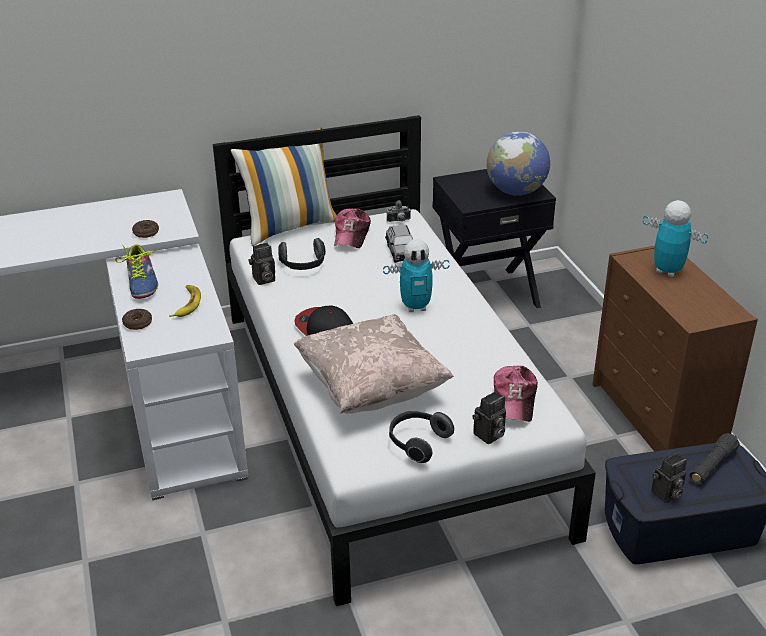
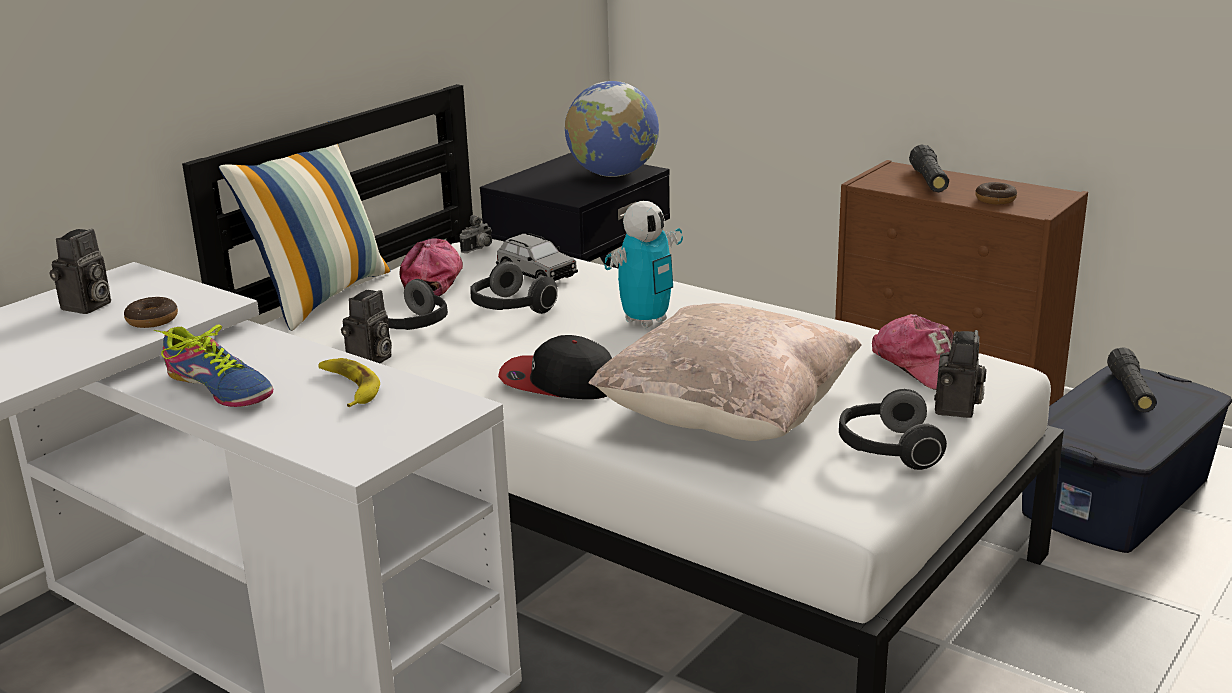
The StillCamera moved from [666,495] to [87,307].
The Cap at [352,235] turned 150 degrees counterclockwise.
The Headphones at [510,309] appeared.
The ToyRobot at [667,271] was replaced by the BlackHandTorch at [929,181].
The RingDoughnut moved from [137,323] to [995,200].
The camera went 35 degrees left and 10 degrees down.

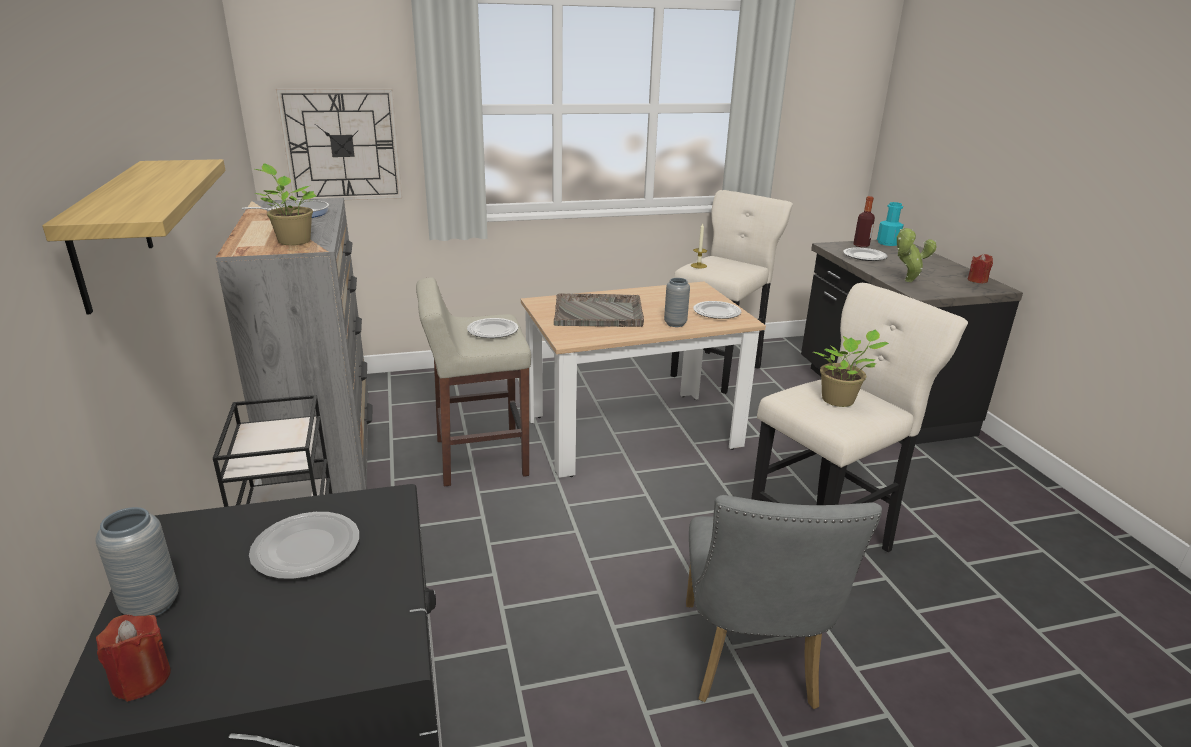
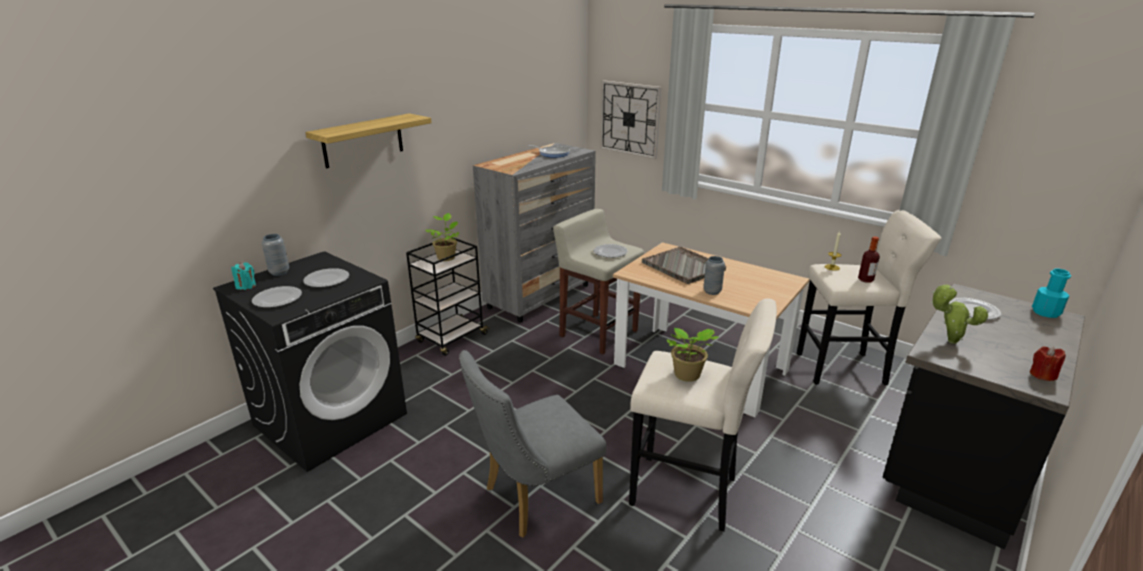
The RedWaxCandle at [141,679] became the BlueGreenWaxCandle at [246,286].
The FlatDish moved from [716,312] to [277,299].
The PlantInAPot moved from [292,241] to [446,257].
The DrinkBottle moved from [861,245] to [865,280].
The camera went 55 degrees right and 0 degrees up.

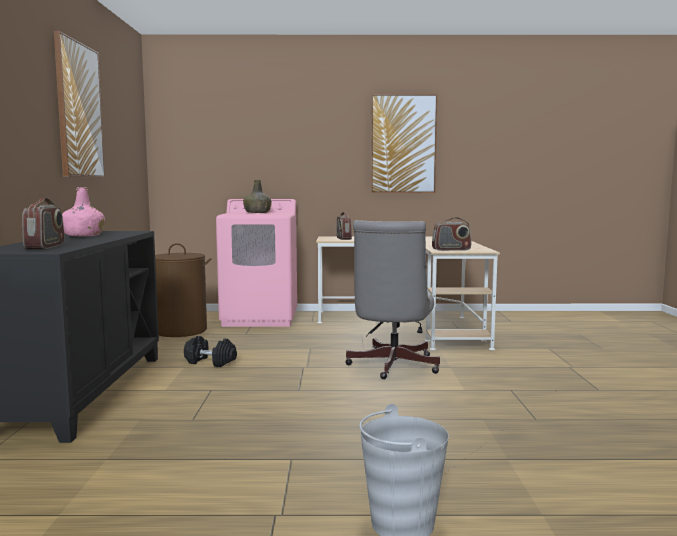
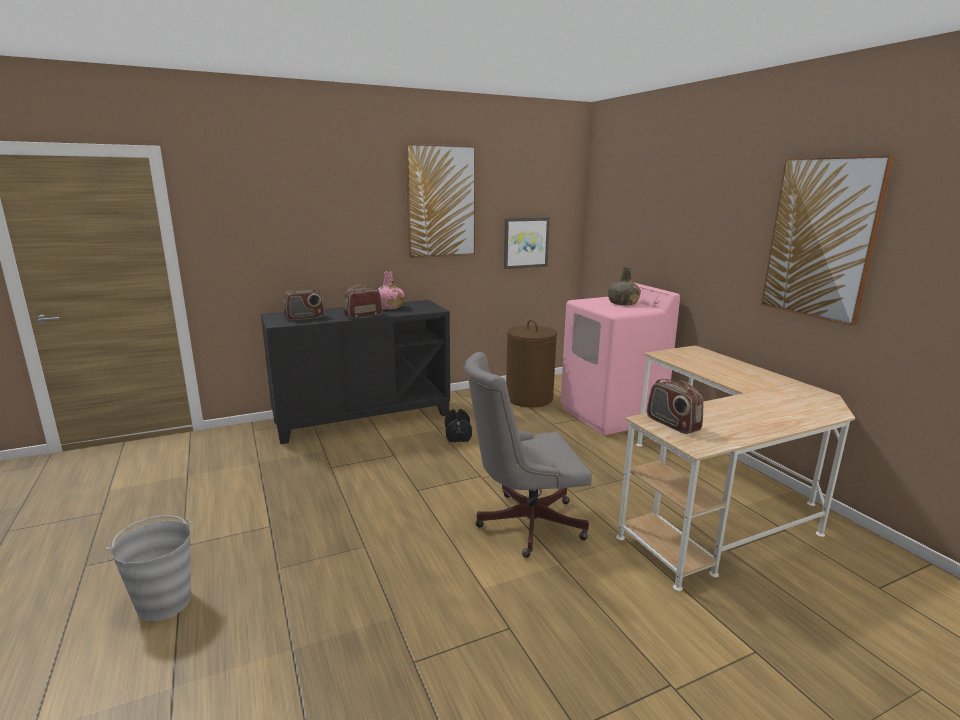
The RadioSet moved from [343,238] to [363,316].
The Picture at [525,242] appeared.
The camera went 65 degrees right and 10 degrees up.

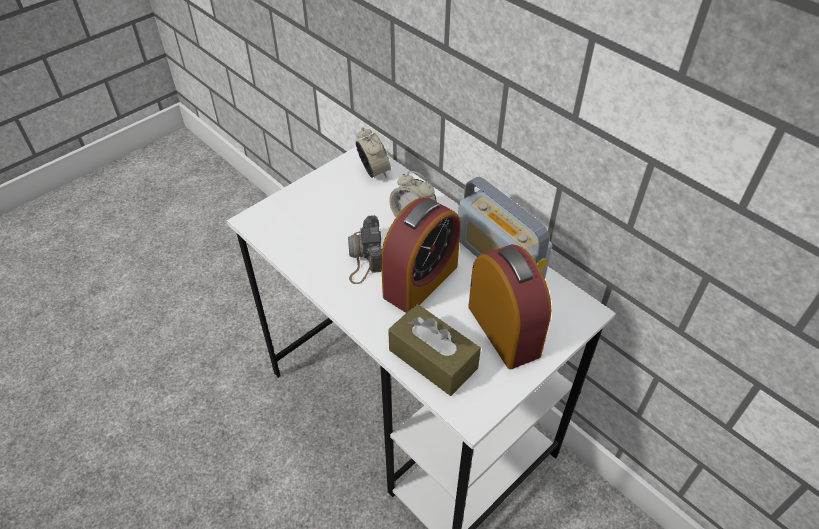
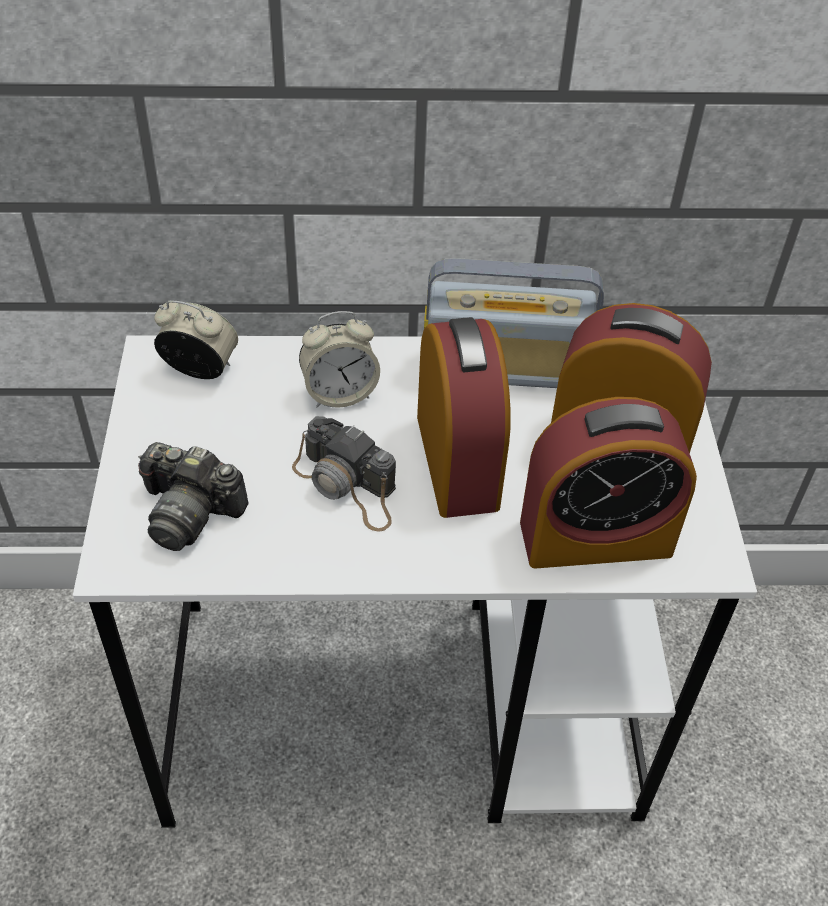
The StillCamera at [189,512] appeared.
The BrownishTissueHolder at [433,359] was replaced by the BedsideClock at [595,537].
The camera went 50 degrees left and 0 degrees up.

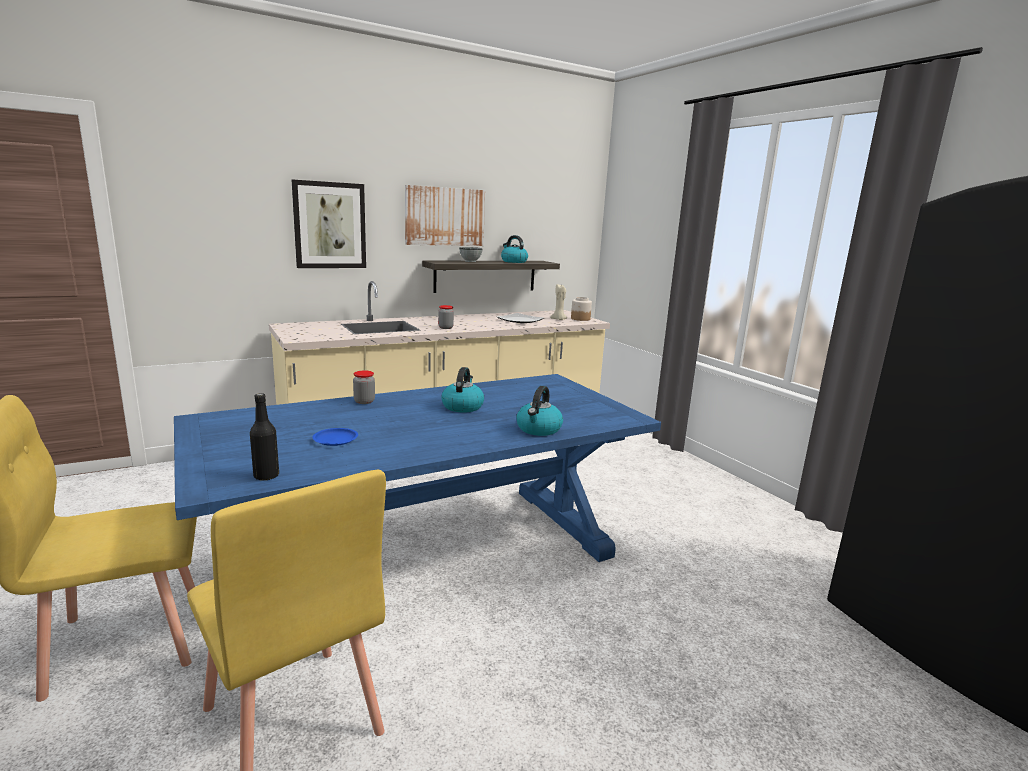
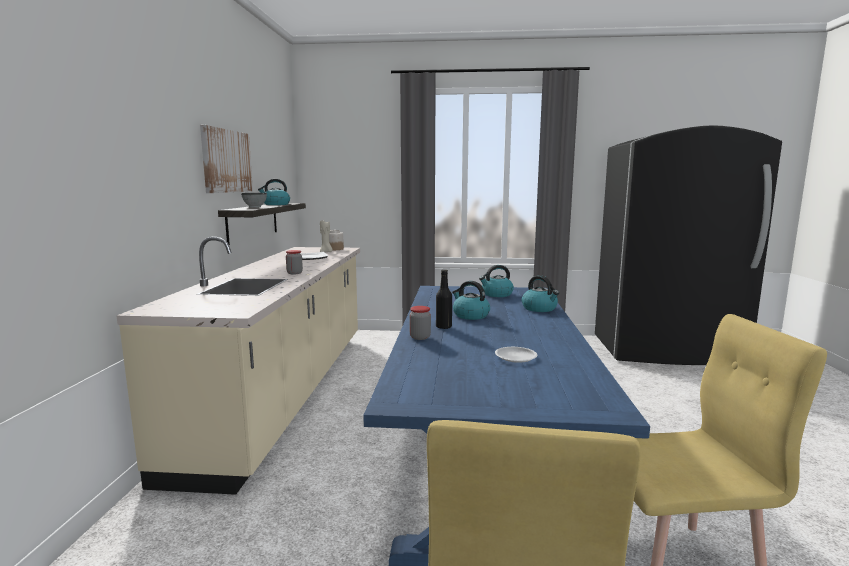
The BlackDrinkBottle moved from [266,476] to [443,327].
The TeaKettle at [496,294] appeared.
The BluishFlatDish at [336,439] became the WhiteFlatDish at [516,357].
The Picture at [329,225] disappeared.
The camera went 55 degrees left and 5 degrees down.

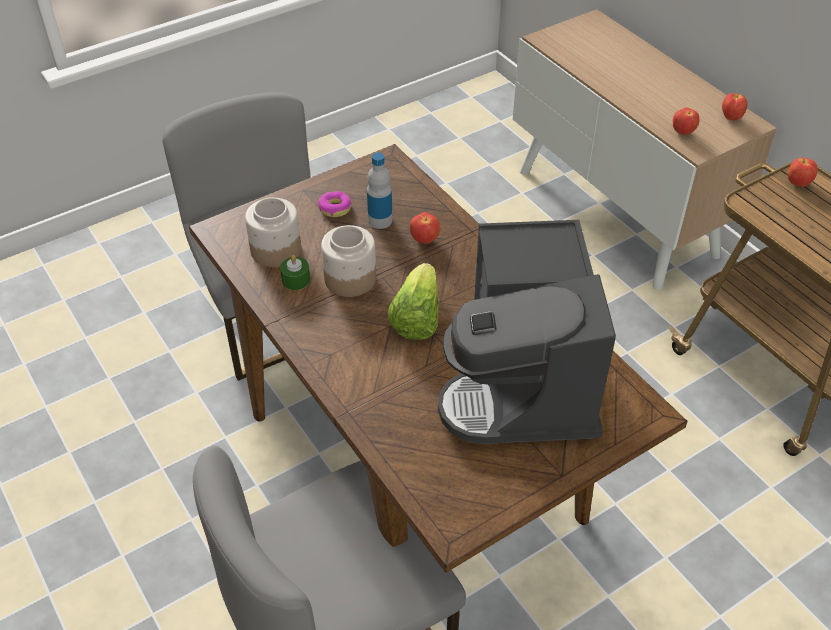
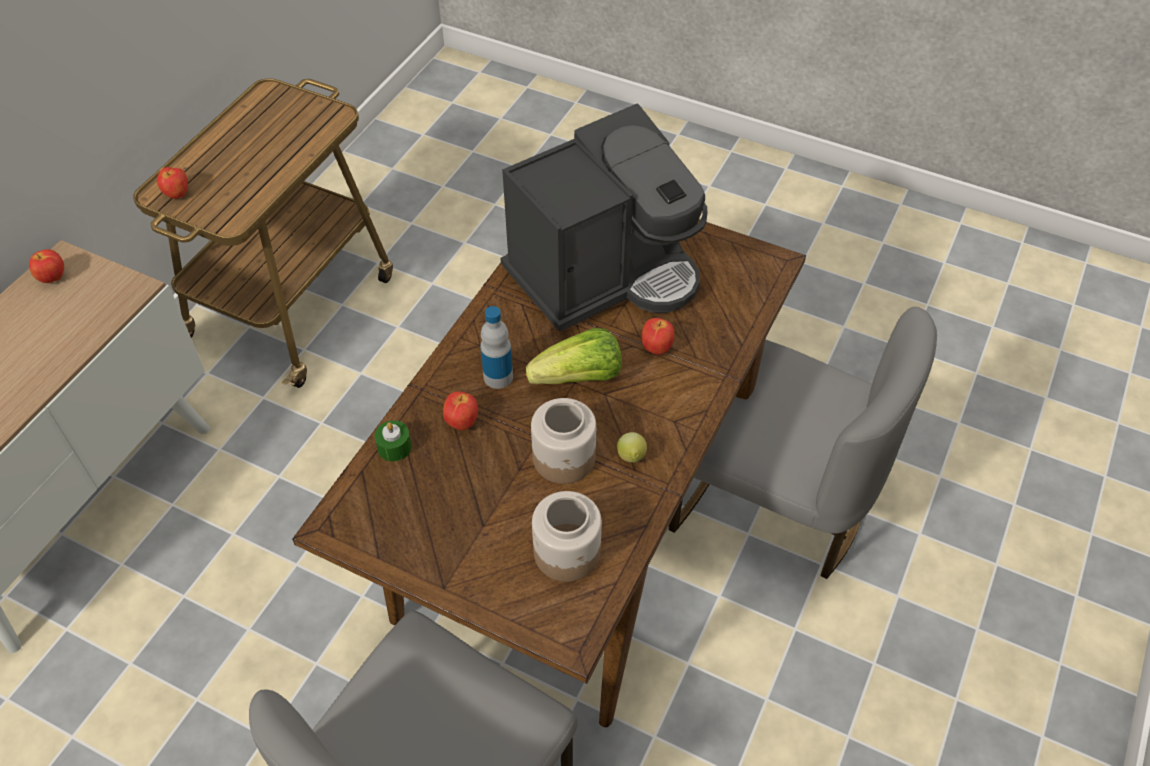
The GreenWaxCandle moved from [296,280] to [394,447].
The DrinkBottle moved from [380,220] to [498,377].
The Lemon at [631,458] appeared.
The Apple moved from [683,132] to [656,348].
The RingDoughnut at [335,208] disappeared.
The camera went 120 degrees left and 5 degrees up.

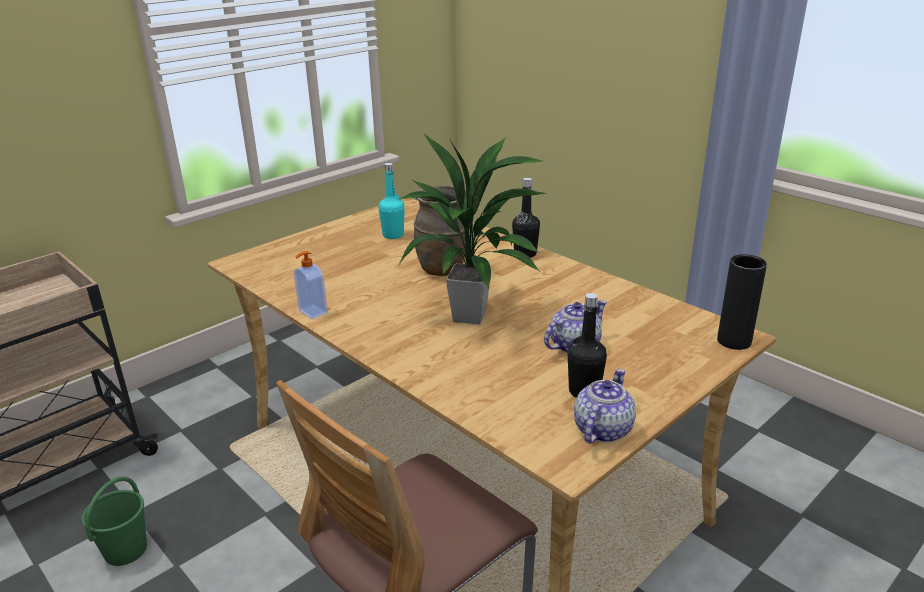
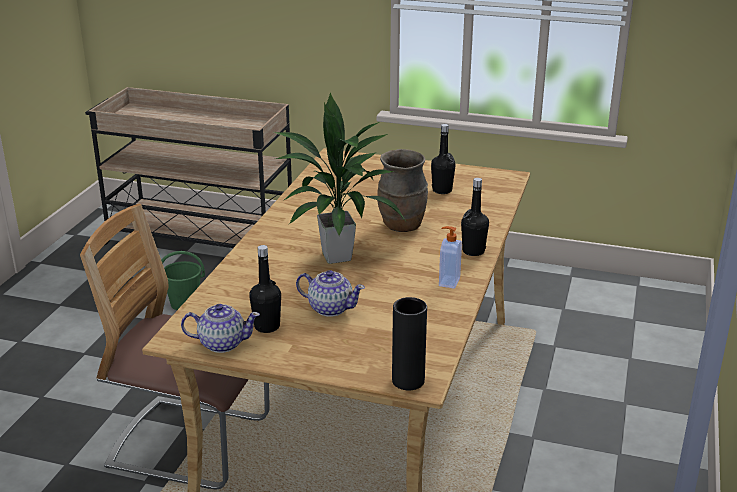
The BlueGreenDrinkBottle at [393,235] became the BlackDrinkBottle at [442,190].
The SoapDispenser moved from [312,312] to [448,282].
The camera went 60 degrees right and 0 degrees up.

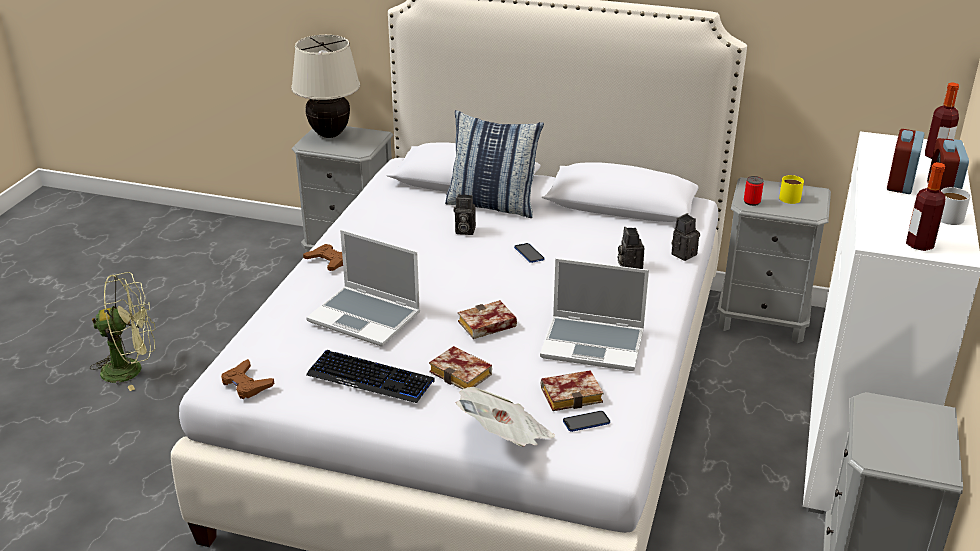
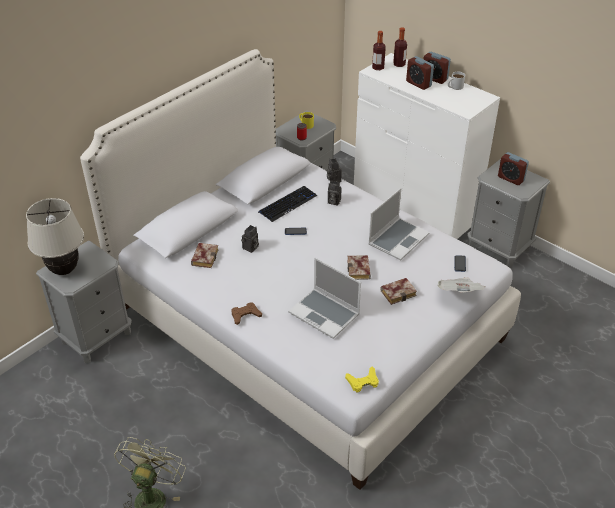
The BoundBook moved from [573,394] to [204,257].
The PcKeyboard moved from [370,378] to [288,204].
The Laptop at [366,317] turned 75 degrees clockwise.
The BrownishJoypad at [246,384] became the YellowishJoypad at [363,382].
The DrinkBottle moved from [919,244] to [378,68].
The BedsideClock at [511,178] appeared.
The ThrowPillow at [492,205] disappeared.
The camera went 65 degrees left and 10 degrees up.

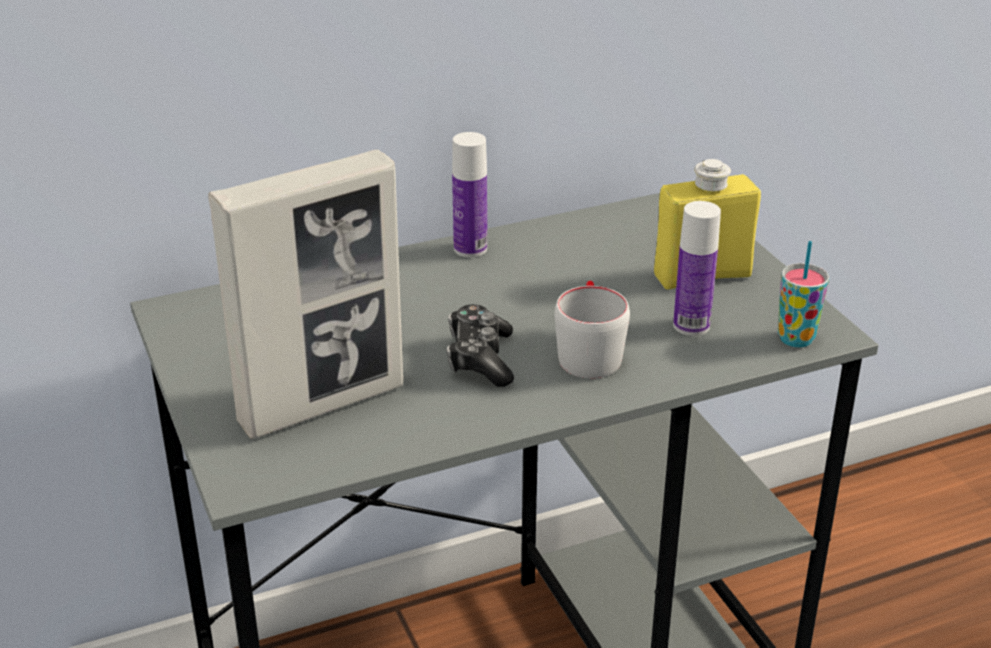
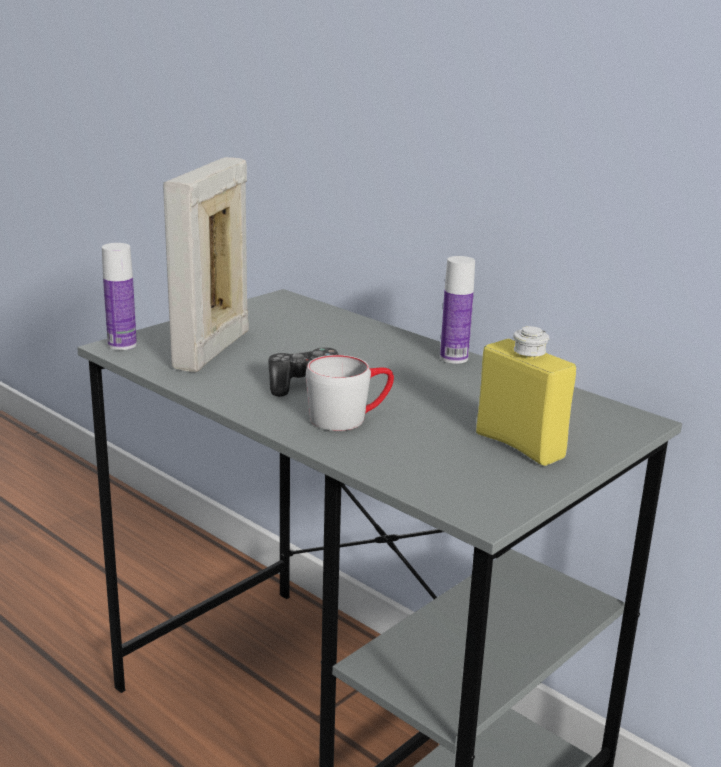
The DrinkBottle moved from [691,326] to [122,345].
The StandingFrame at [322,404] turned 75 degrees clockwise.
The DrinkingCup at [796,339] disappeared.
The camera went 65 degrees right and 10 degrees down.

